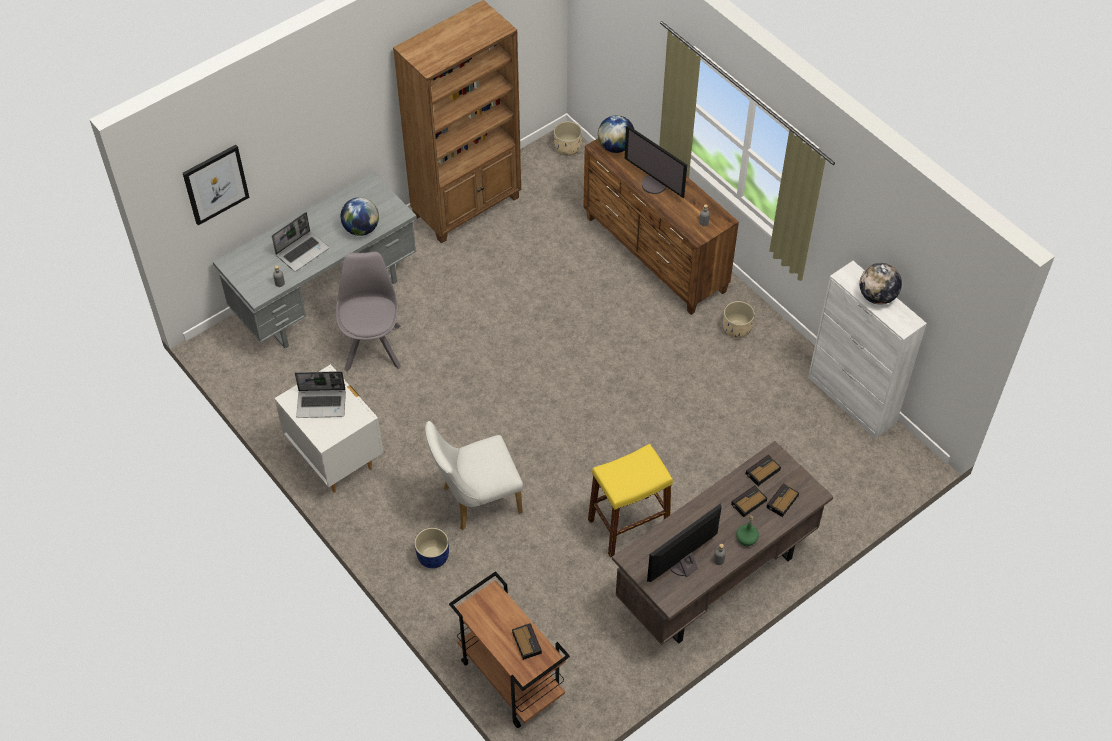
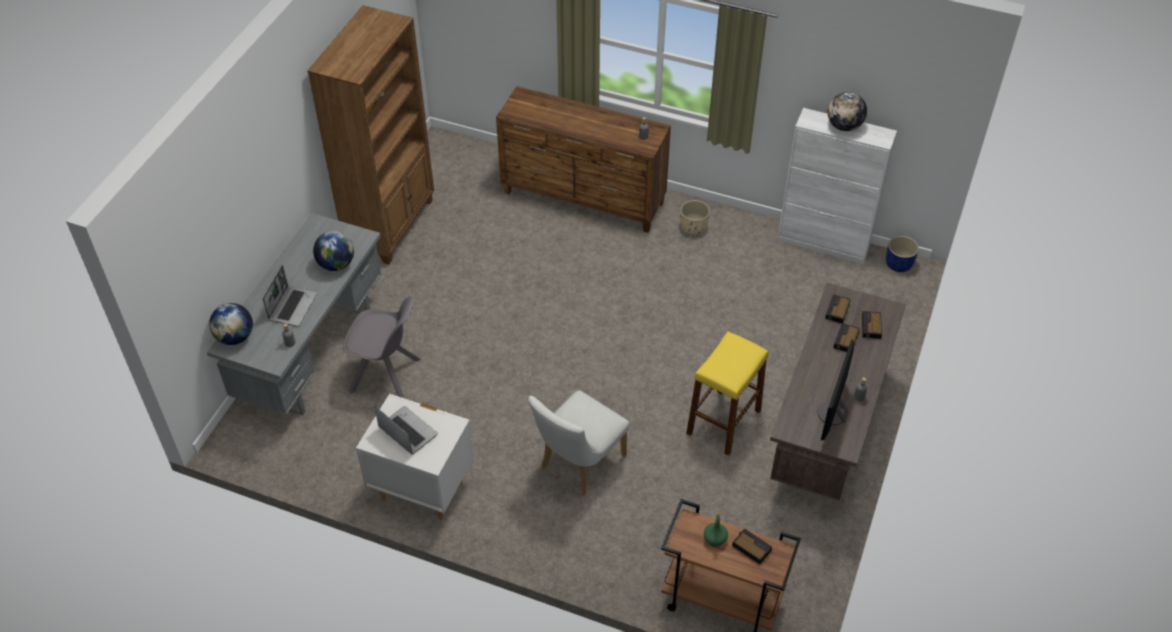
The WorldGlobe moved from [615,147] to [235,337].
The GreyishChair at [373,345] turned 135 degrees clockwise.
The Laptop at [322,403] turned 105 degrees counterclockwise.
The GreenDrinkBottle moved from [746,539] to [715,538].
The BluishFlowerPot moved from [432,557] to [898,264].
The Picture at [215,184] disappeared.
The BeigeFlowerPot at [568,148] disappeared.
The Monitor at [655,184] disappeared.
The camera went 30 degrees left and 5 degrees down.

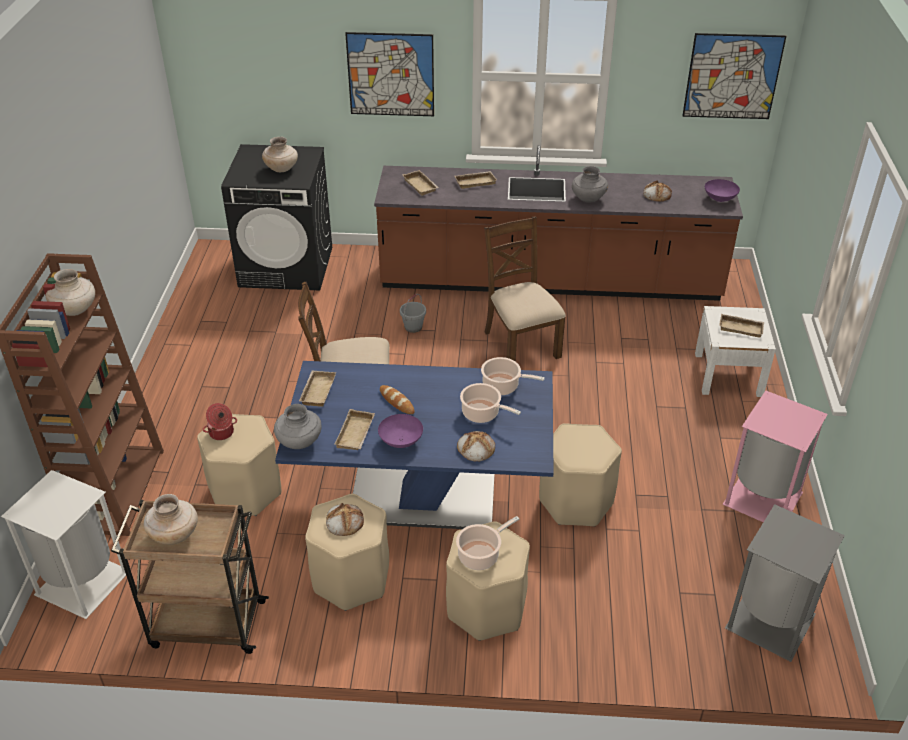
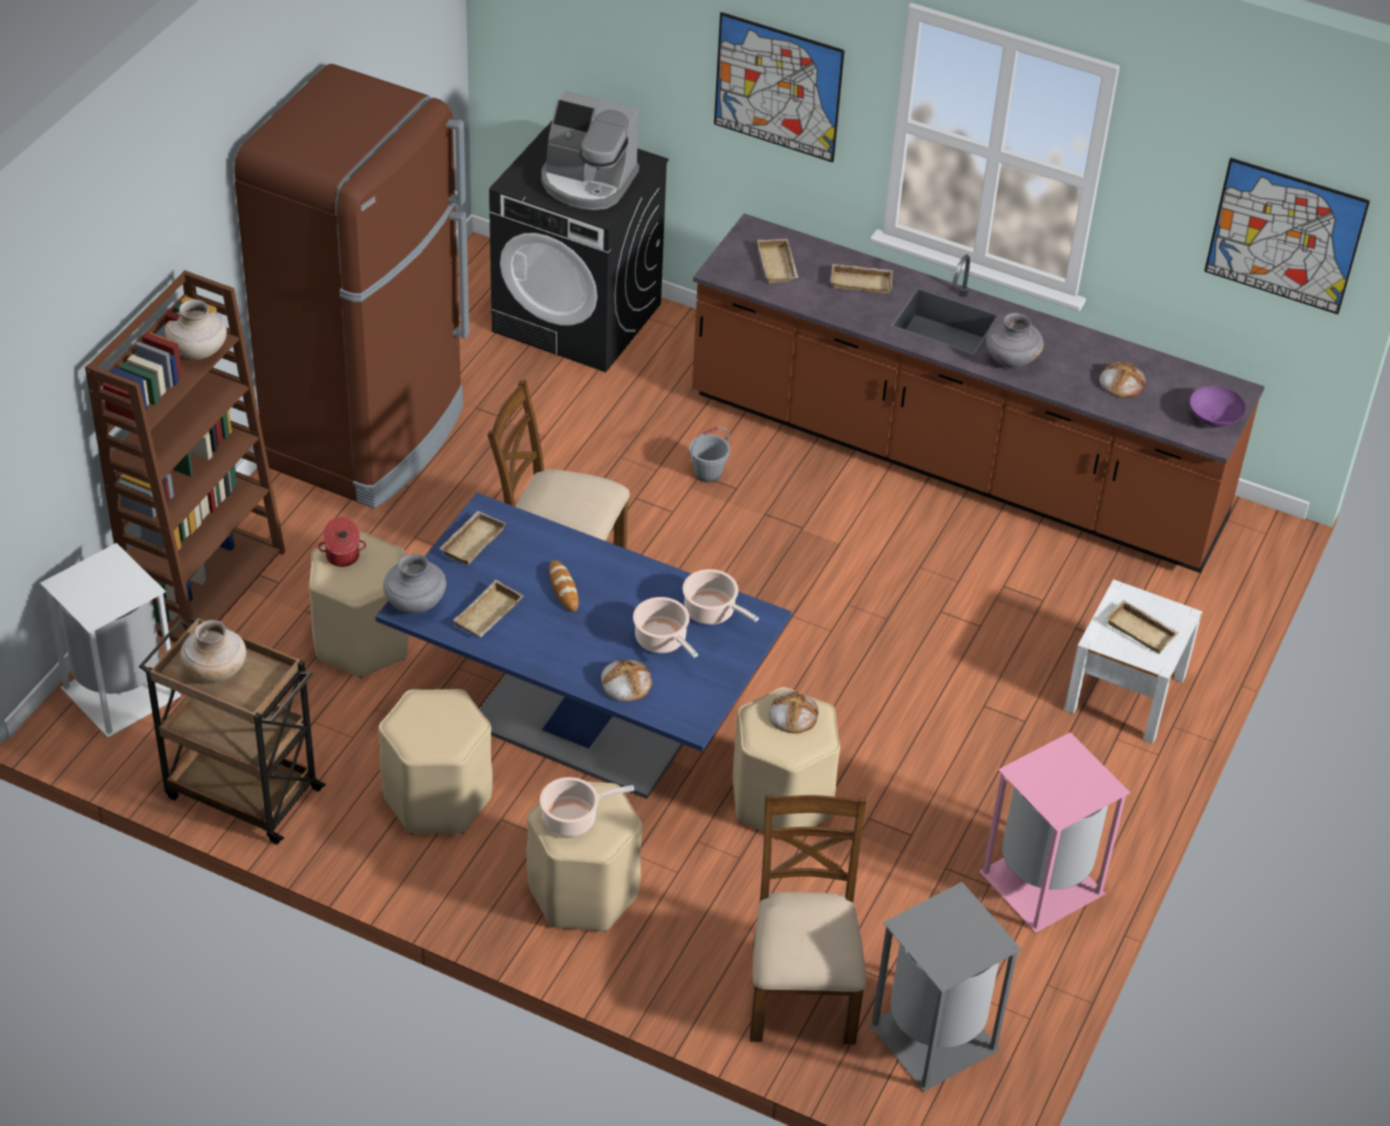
The BrownishKitchenFridge at [368,437] appeared.
The BeigeDecorativeVase at [281,169] was replaced by the CoffeeMachine at [587,182].
The BrownishChair moved from [520,344] to [801,990].
The BakeryBread moved from [344,521] to [792,714].
The PurplishDeepDish at [401,441] disappeared.
The camera went 20 degrees right and 5 degrees up.

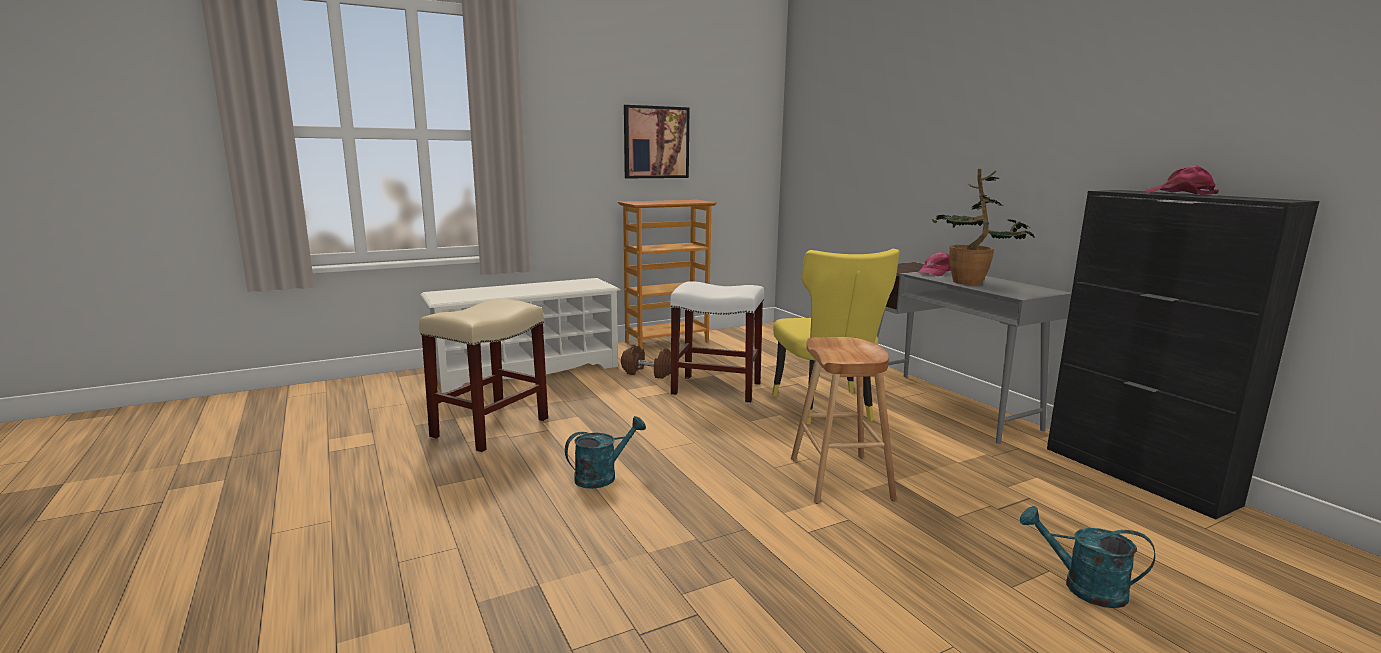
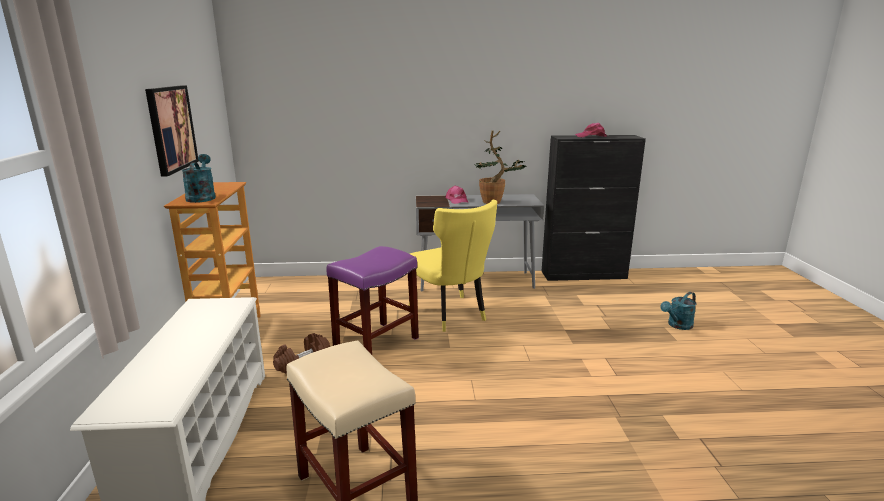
The BlueGreenWateringCan moved from [602,476] to [202,197].
The WhiteStool at [717,389] became the PurplishStool at [376,342].
The YellowishChair at [826,408] turned 45 degrees clockwise.
The BrownishStool at [840,478] disappeared.
The camera went 65 degrees left and 5 degrees up.

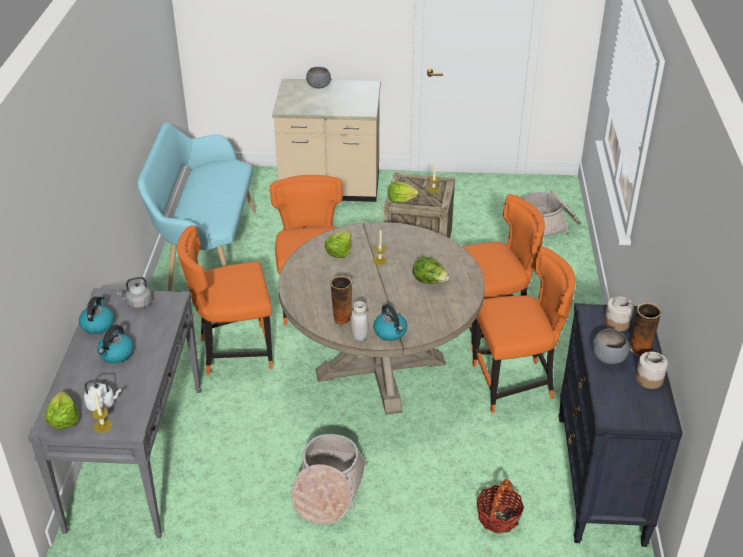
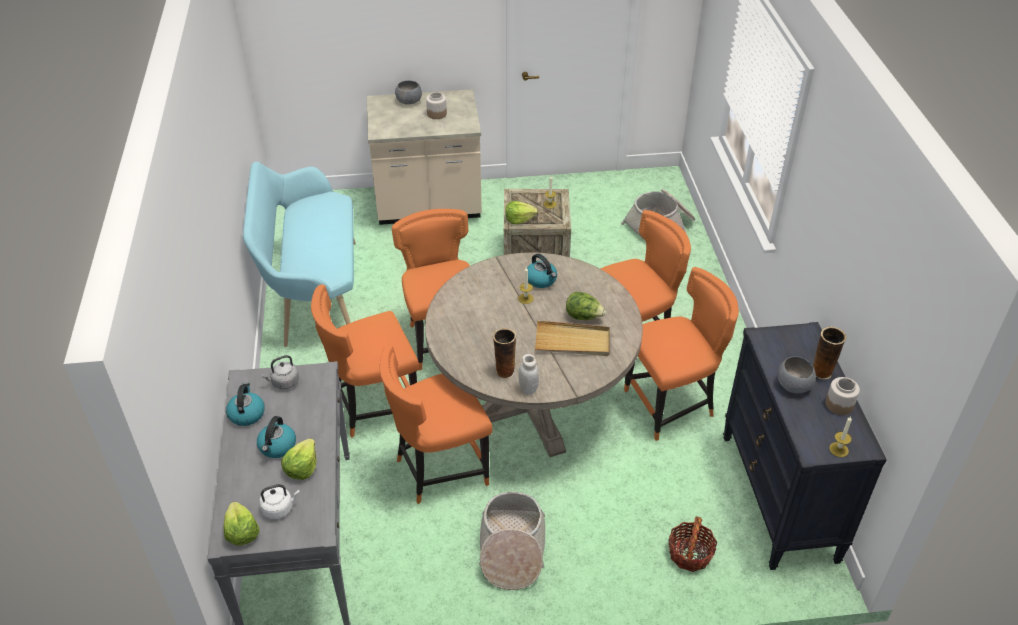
The LettuceHead moved from [339,251] to [301,467].
The OrangeChair at [439,469] appeared.
The PreserveJar moved from [617,323] to [437,114].
The TeaKettle moved from [390,332] to [541,280].
The BeigeServingTray at [572,341] appeared.
The WaxCandle moved from [103,426] to [838,449].
The camera went 10 degrees left and 5 degrees up.

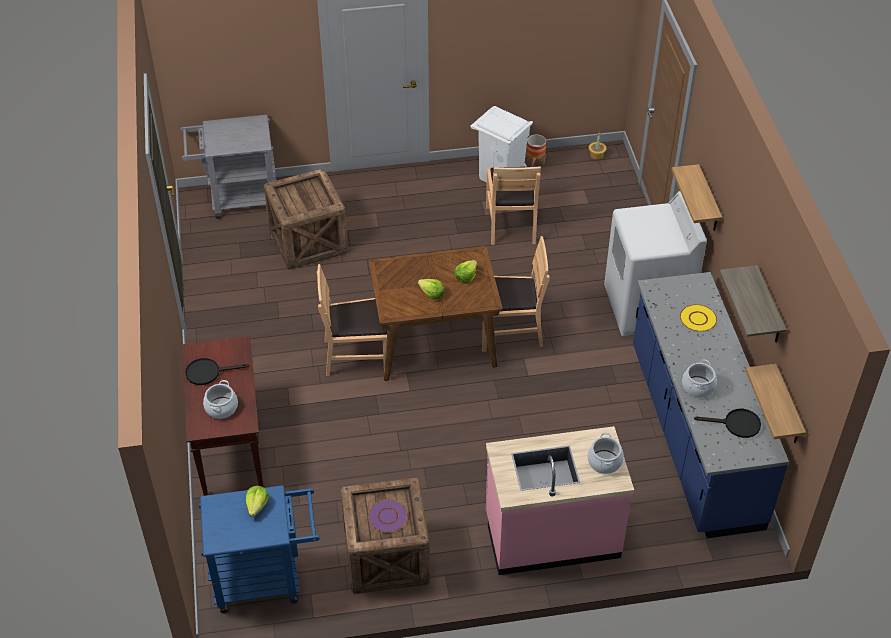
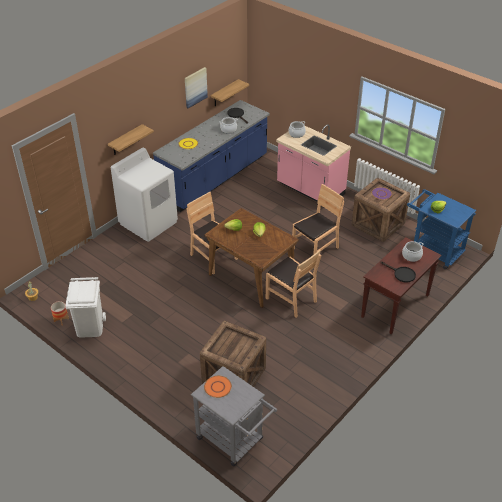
The WallShelf at [768,307] was replaced by the Picture at [195,87].
The OrangeFlatDish at [218,387] appeared.
The BrownishChair moved from [511,224] to [315,249].
The camera went 130 degrees left and 5 degrees down.

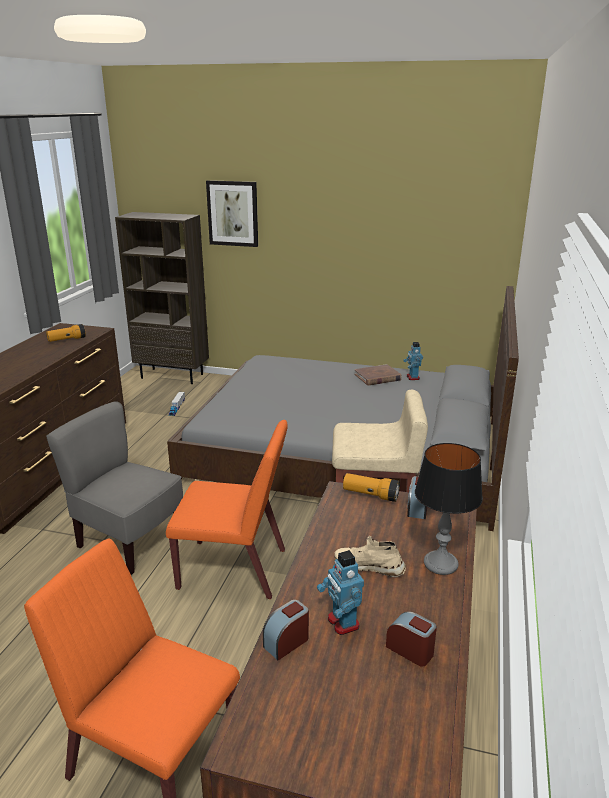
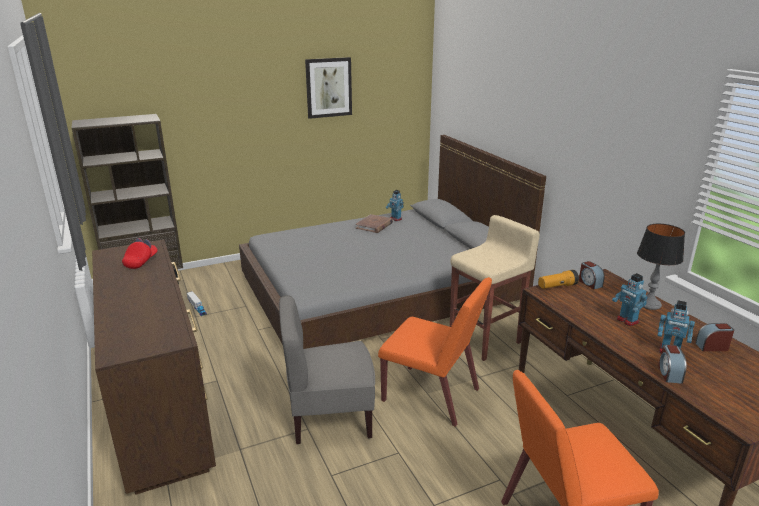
The HandTorch at [67,340] was replaced by the RedCap at [141,262].
The Picture moved from [233,213] to [328,87].
The OrangeChair at [234,569] turned 60 degrees clockwise.
The BeigeItemOfFootwear at [369,566] was replaced by the ToyRobot at [627,321].
The camera went 40 degrees left and 0 degrees up.

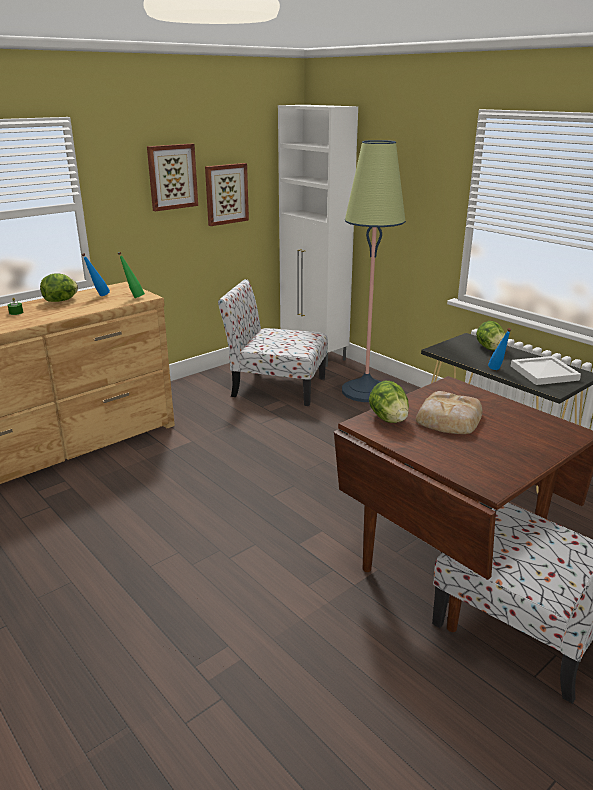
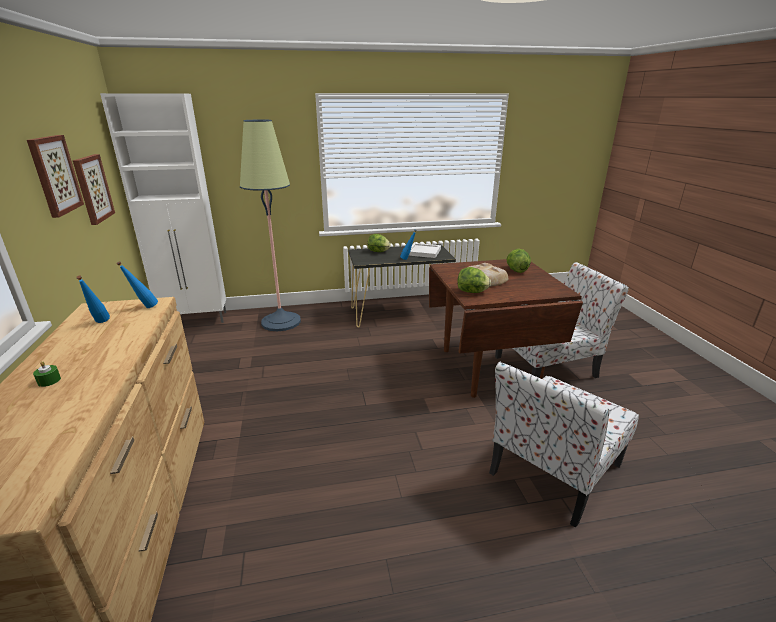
The GreenDrinkBottle at [133,297] became the BluishDrinkBottle at [144,308].
The Chair moved from [276,387] to [553,470].
The LettuceHead moved from [61,300] to [516,270].
The camera went 60 degrees left and 0 degrees up.

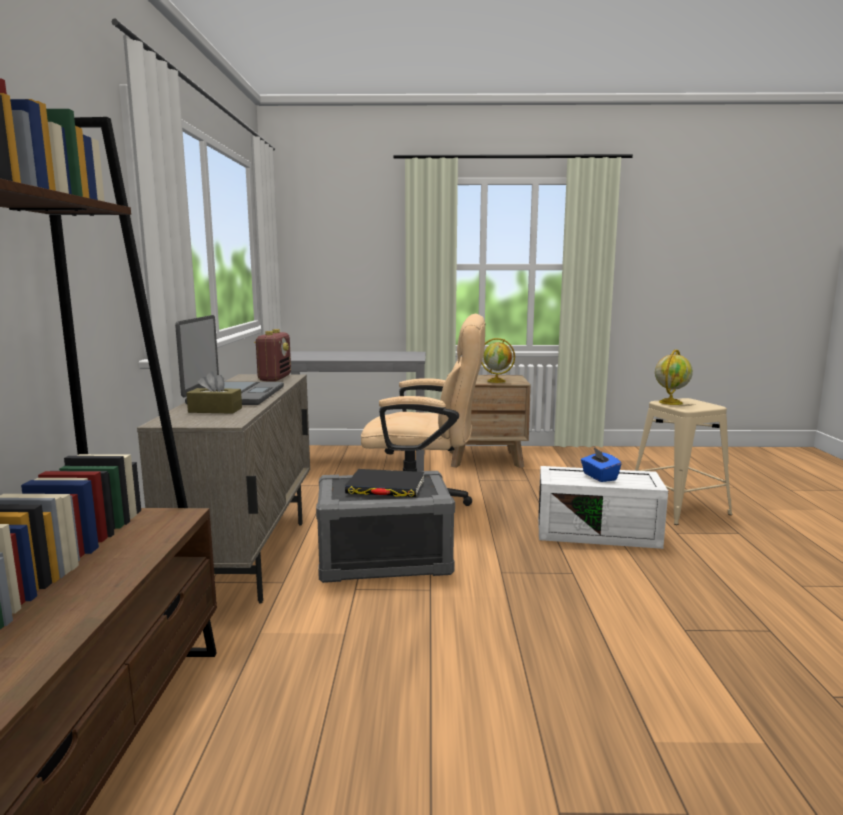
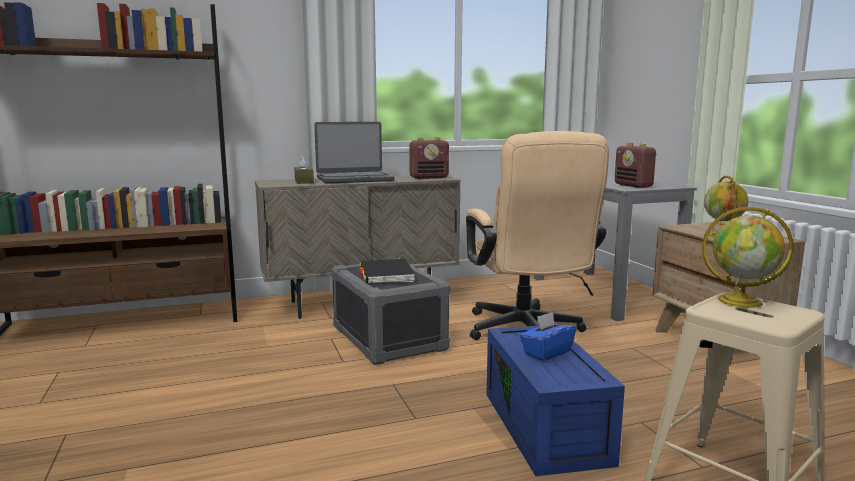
The WhiteStorageBin at [598,531] became the BluishStorageBin at [548,427].
The RadioSet at [633,186] appeared.
The camera went 70 degrees right and 0 degrees up.

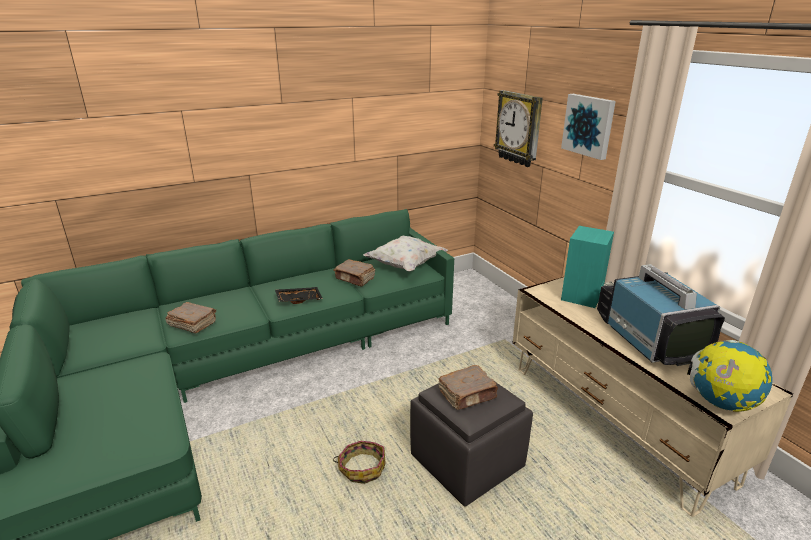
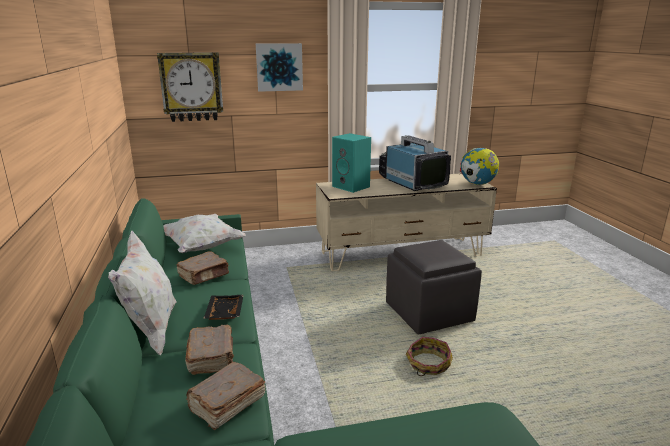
The WhiteThrowPillow at [151,330] appeared.
The BrownishBoundBook moved from [468,395] to [212,358].
The TvSet at [648,338] turned 60 degrees clockwise.
The camera went 75 degrees left and 5 degrees down.

